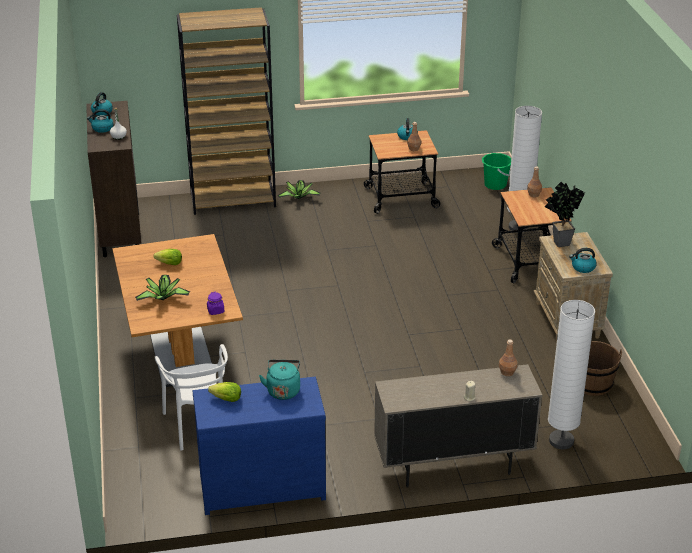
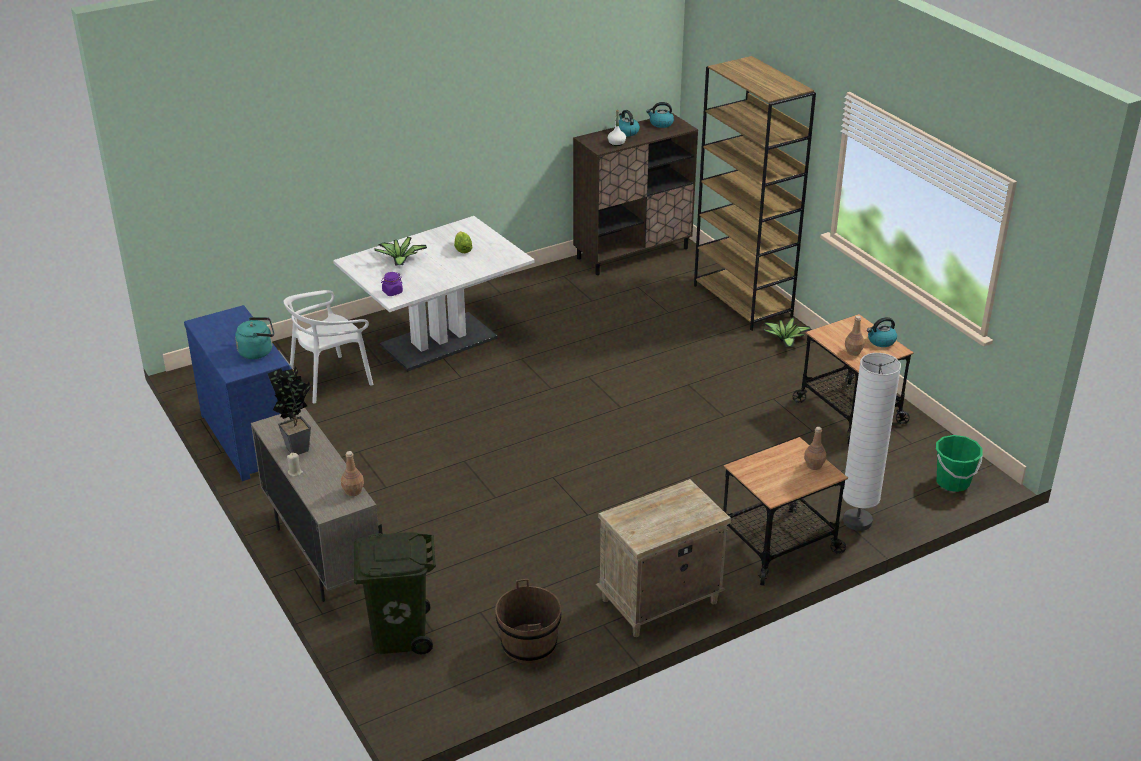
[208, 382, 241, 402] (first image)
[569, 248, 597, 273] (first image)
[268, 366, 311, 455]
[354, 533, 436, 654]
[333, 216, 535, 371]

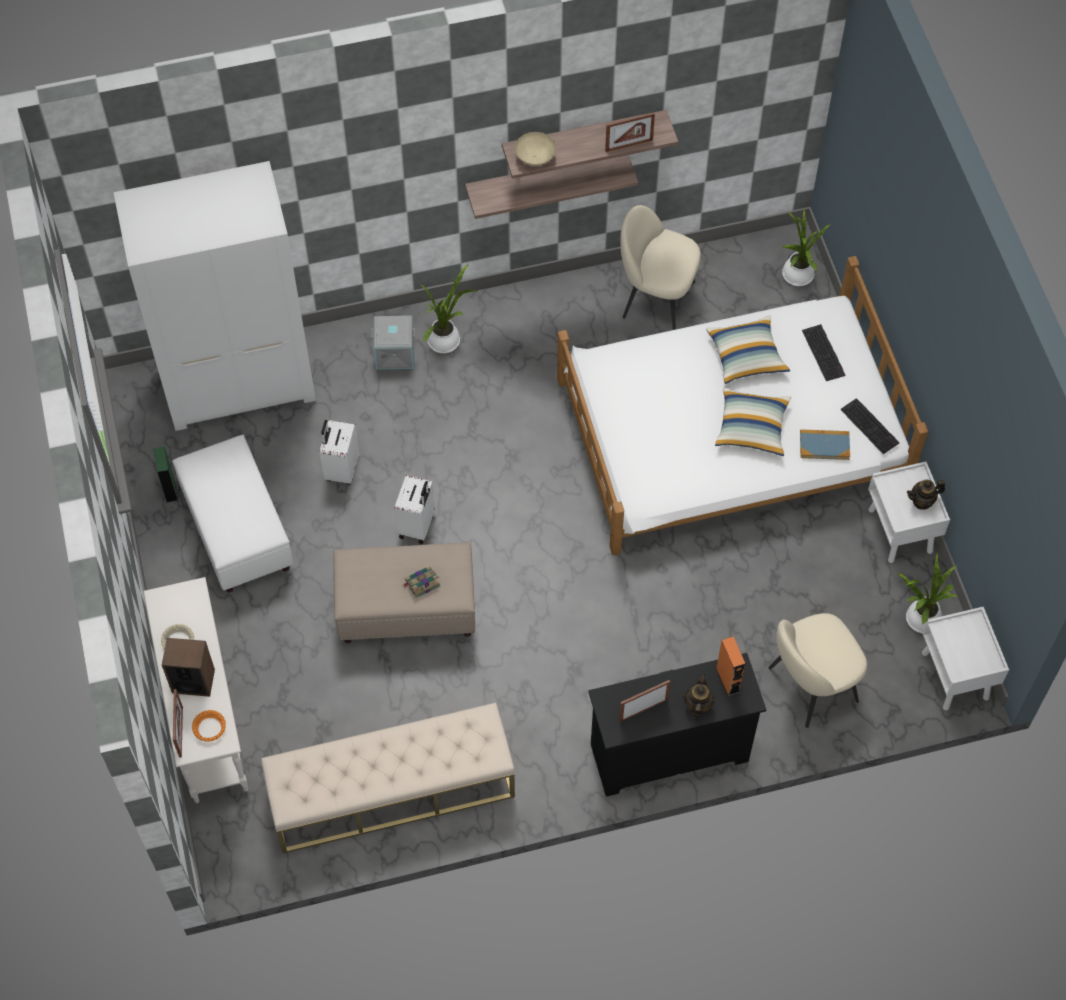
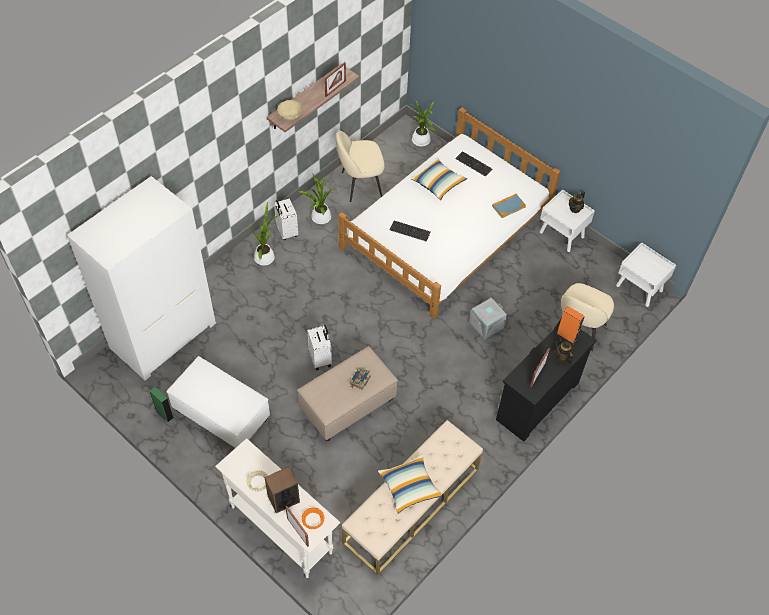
[465, 155, 638, 219] (first image)
[274, 198, 298, 240]
[469, 297, 507, 340]
[378, 454, 443, 514]
[390, 221, 431, 242]
[298, 173, 334, 224]

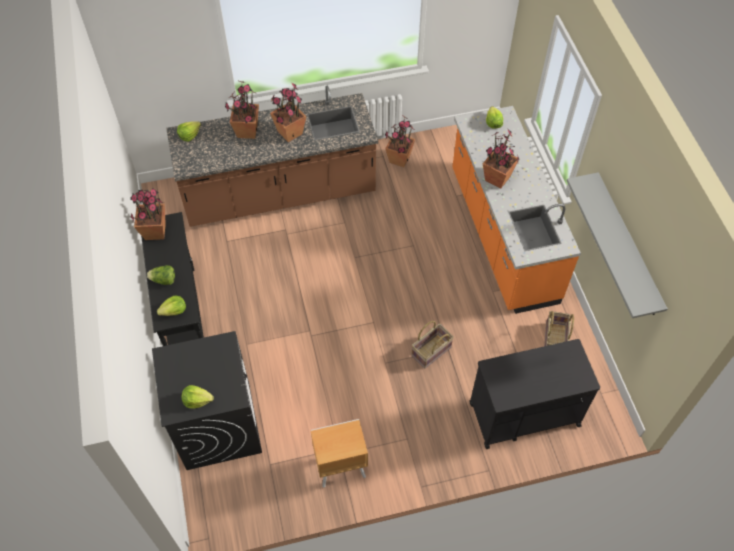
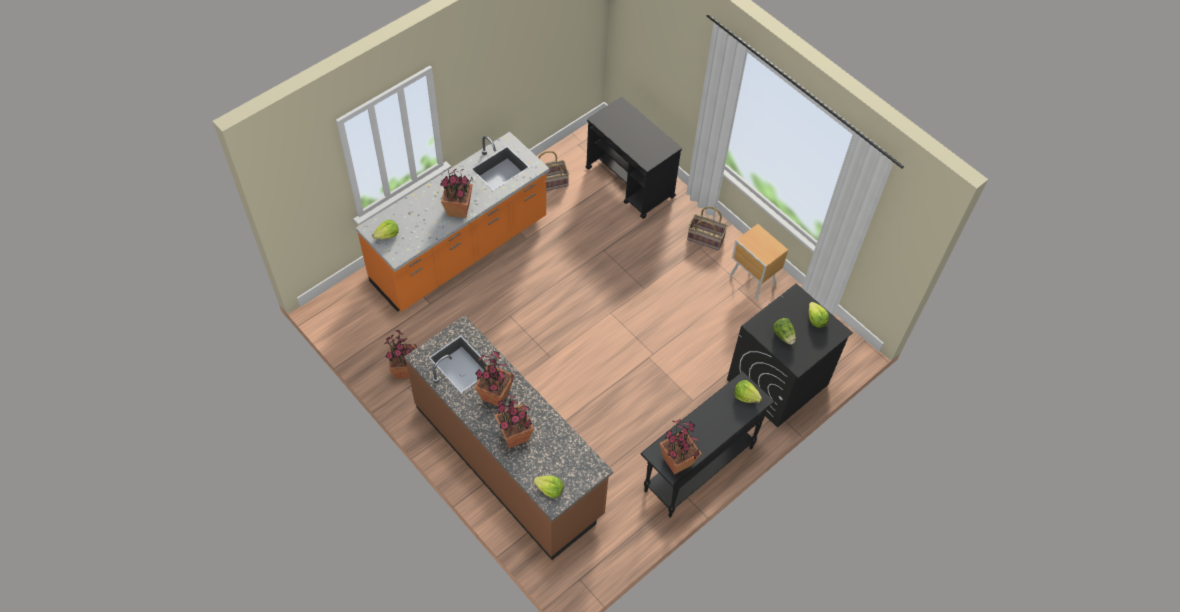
[567, 172, 668, 318] (first image)
[773, 318, 796, 345]
[687, 207, 728, 250]

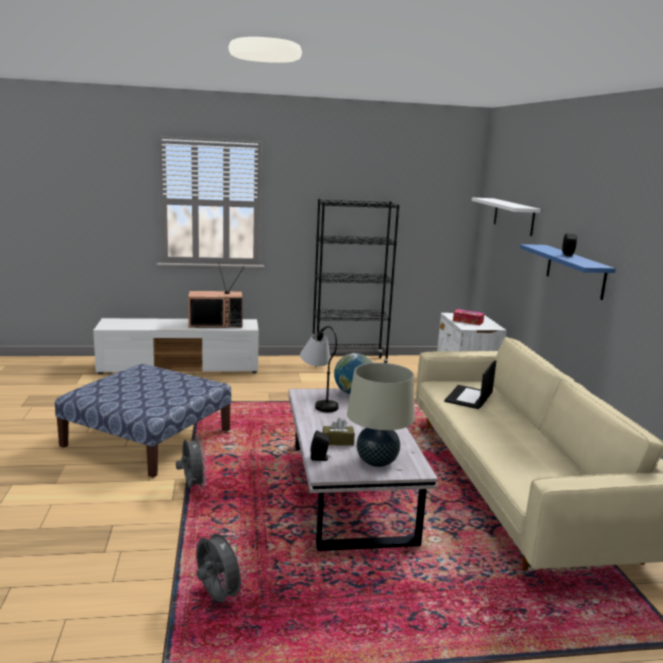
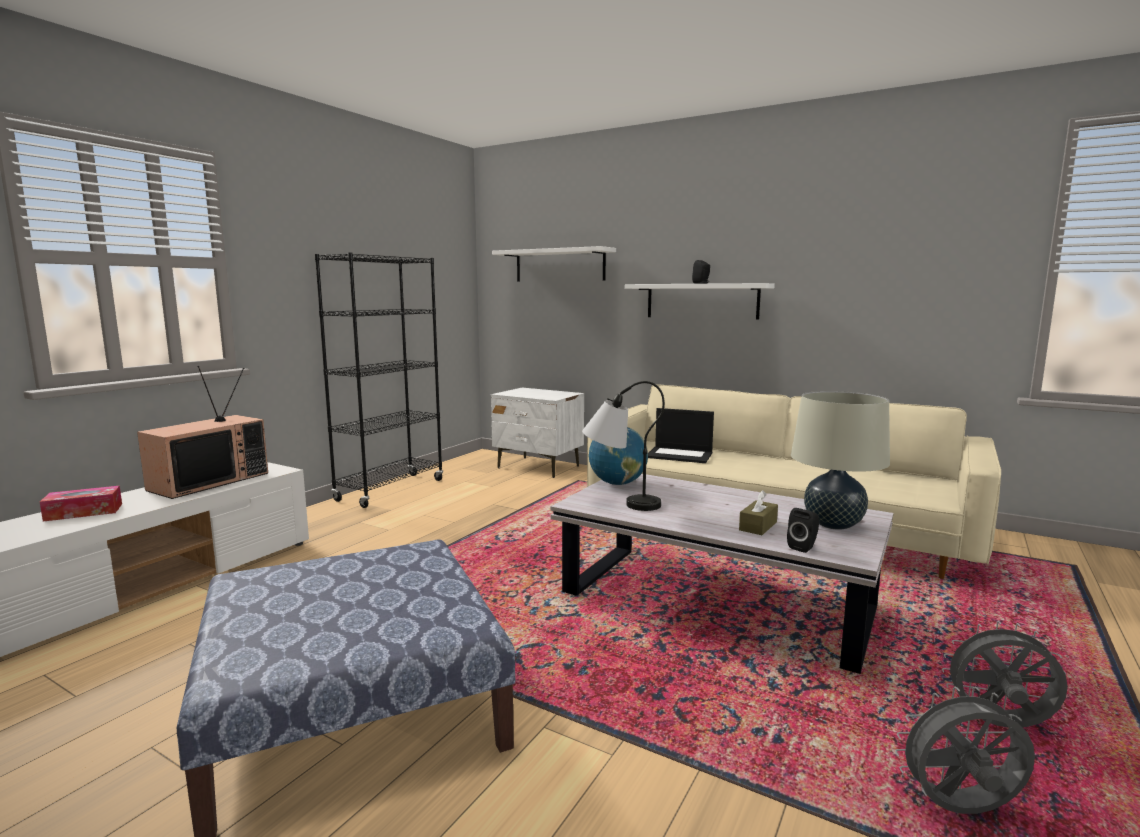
[942, 621, 1068, 727]
[40, 485, 122, 522]
[625, 283, 775, 319]
[648, 408, 714, 463]

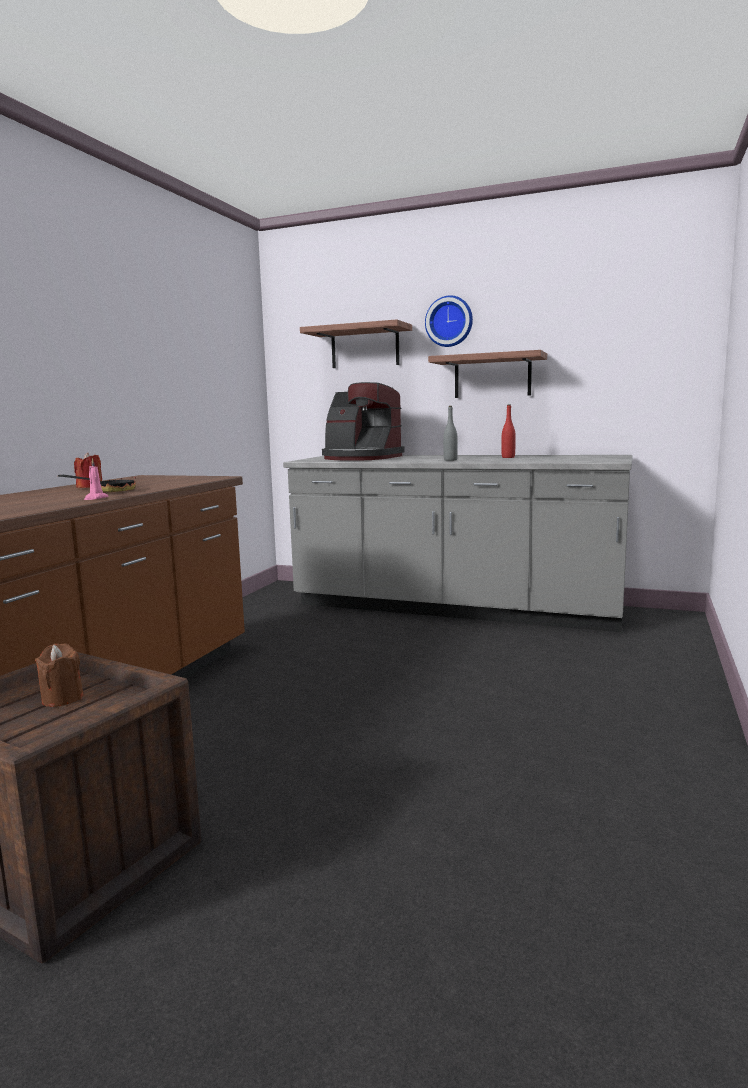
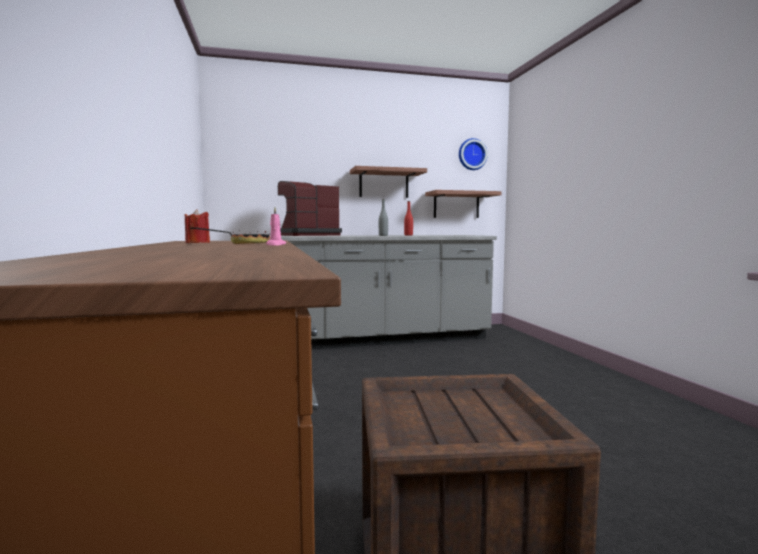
[35, 644, 83, 707] (first image)
[425, 190, 502, 218]
[459, 138, 488, 170]
[278, 181, 342, 236]

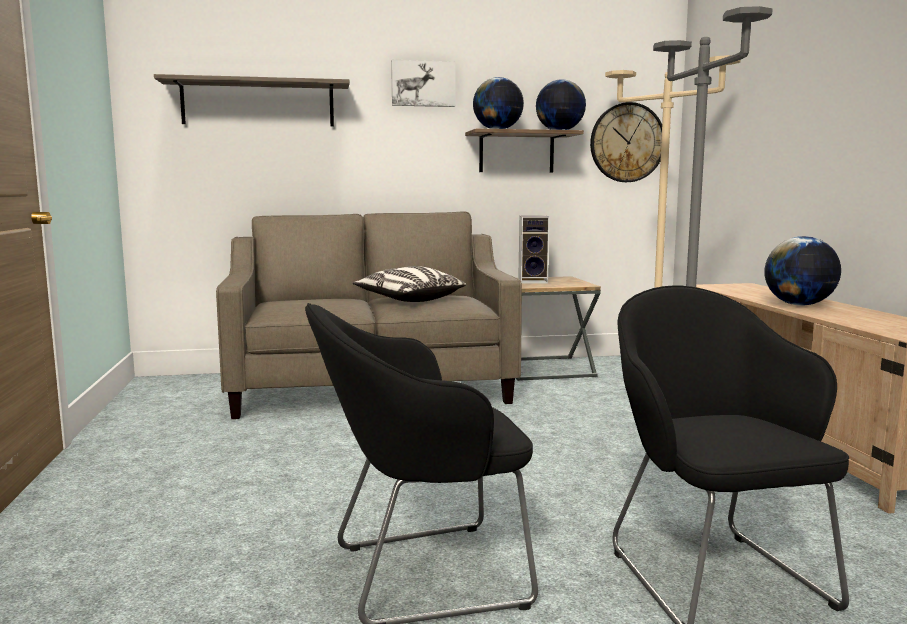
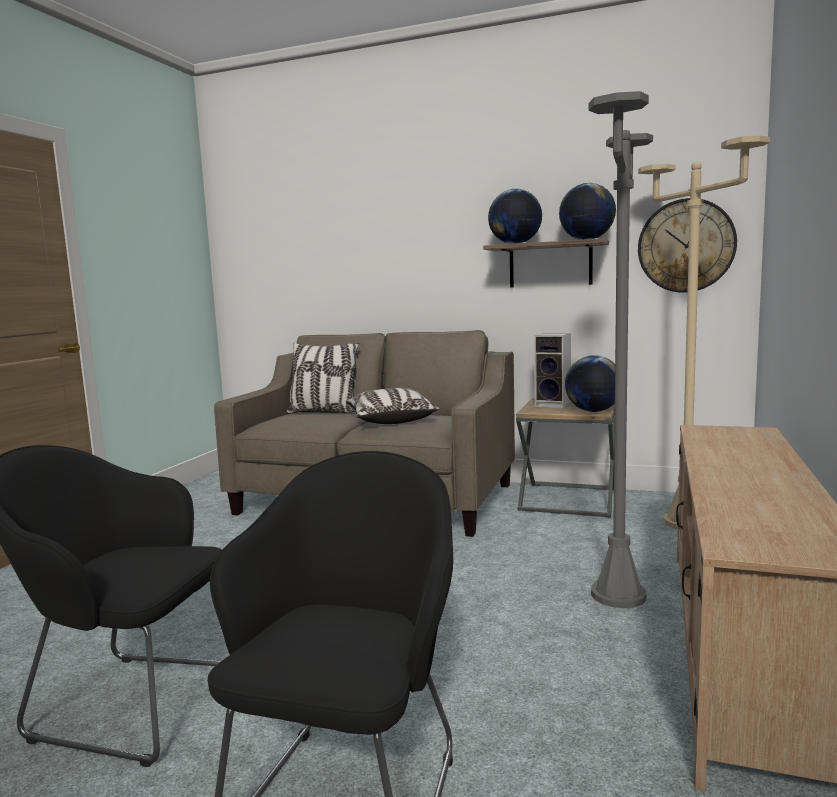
[154, 74, 350, 126] (first image)
[391, 60, 455, 107] (first image)
[286, 343, 359, 414]
[565, 355, 615, 412]

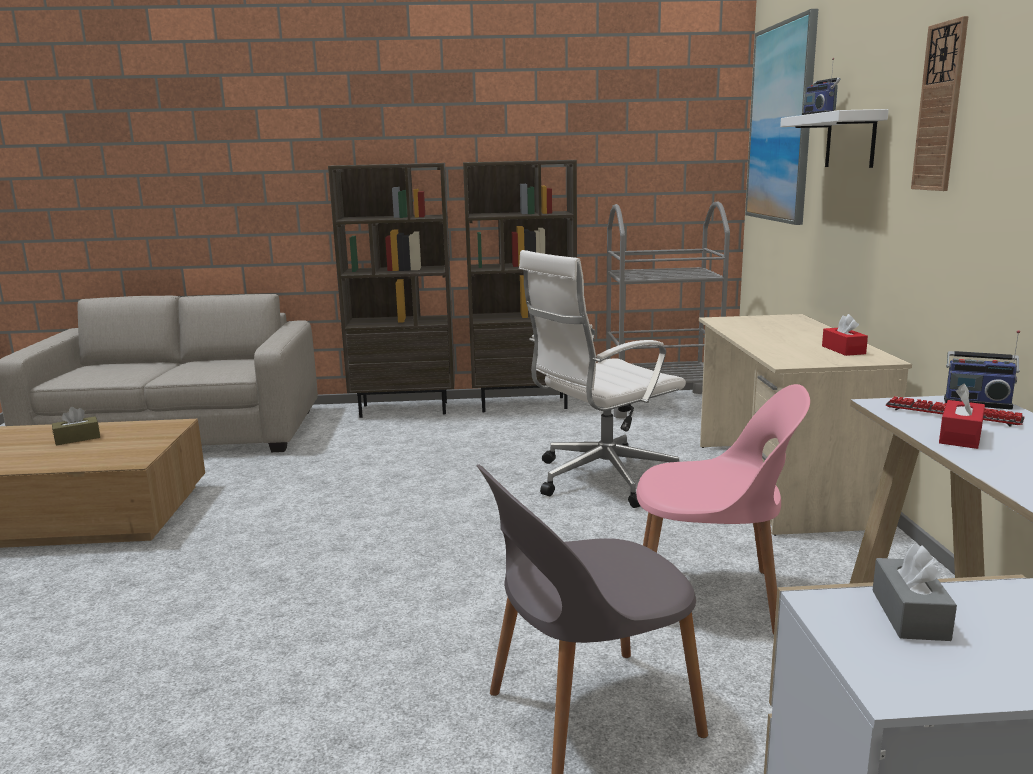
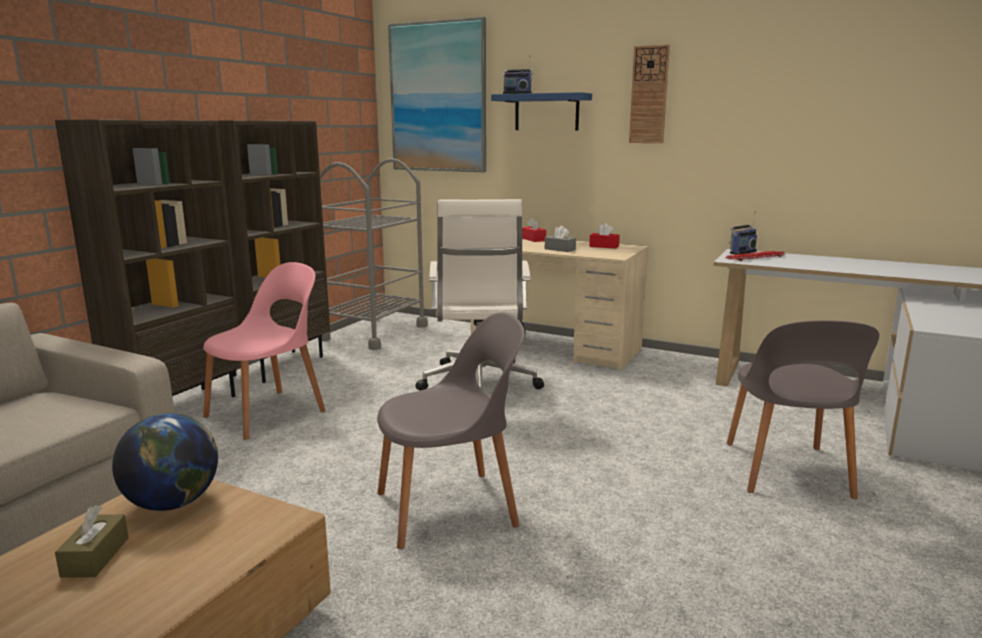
[112, 413, 218, 511]
[377, 313, 525, 549]
[203, 262, 326, 440]
[545, 226, 576, 252]
[522, 218, 546, 242]
[491, 92, 592, 131]

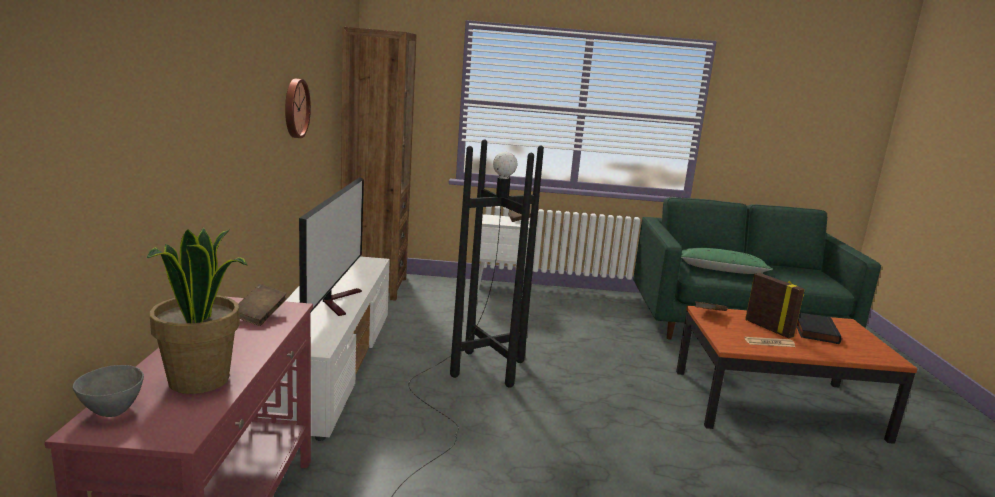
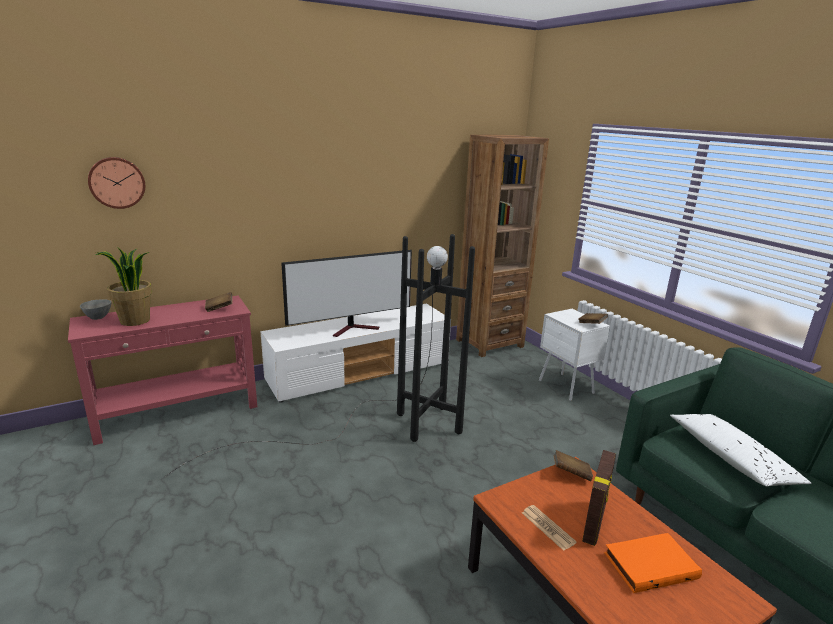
[88, 157, 145, 209]
[670, 414, 811, 486]
[604, 533, 702, 593]

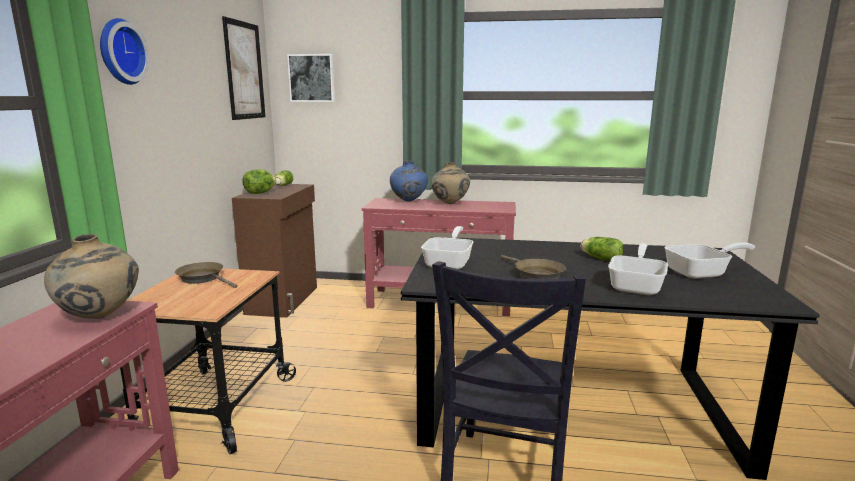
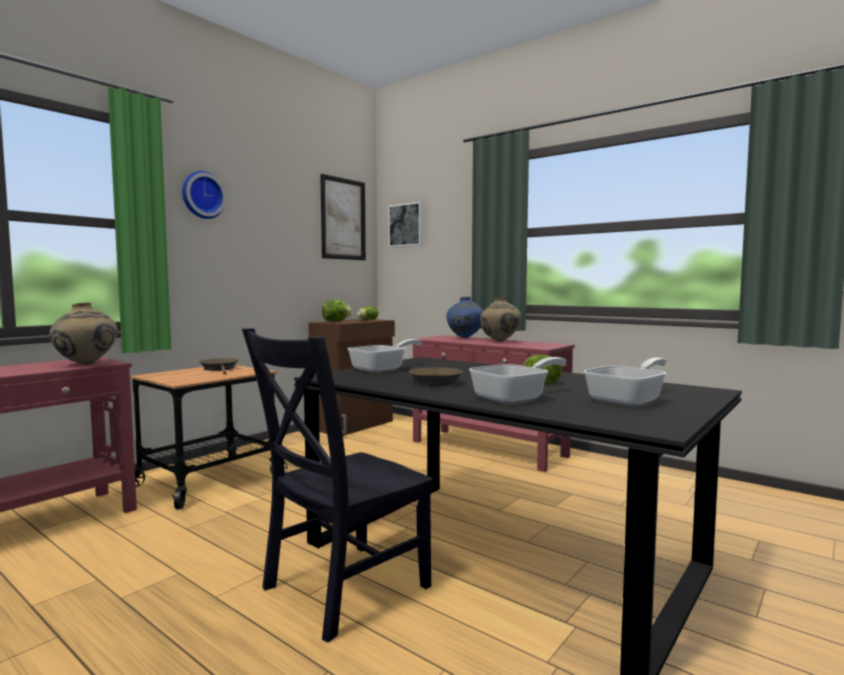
[584, 358, 667, 407]

